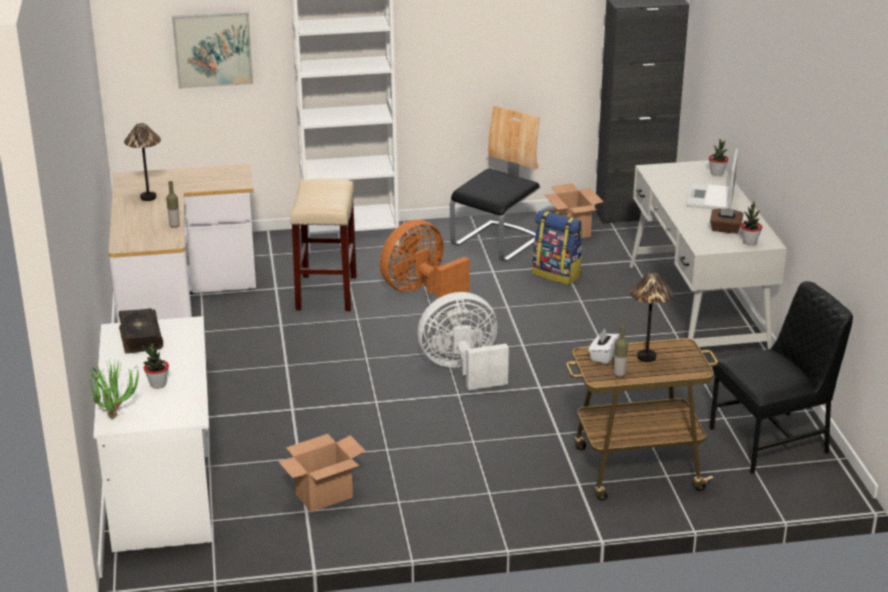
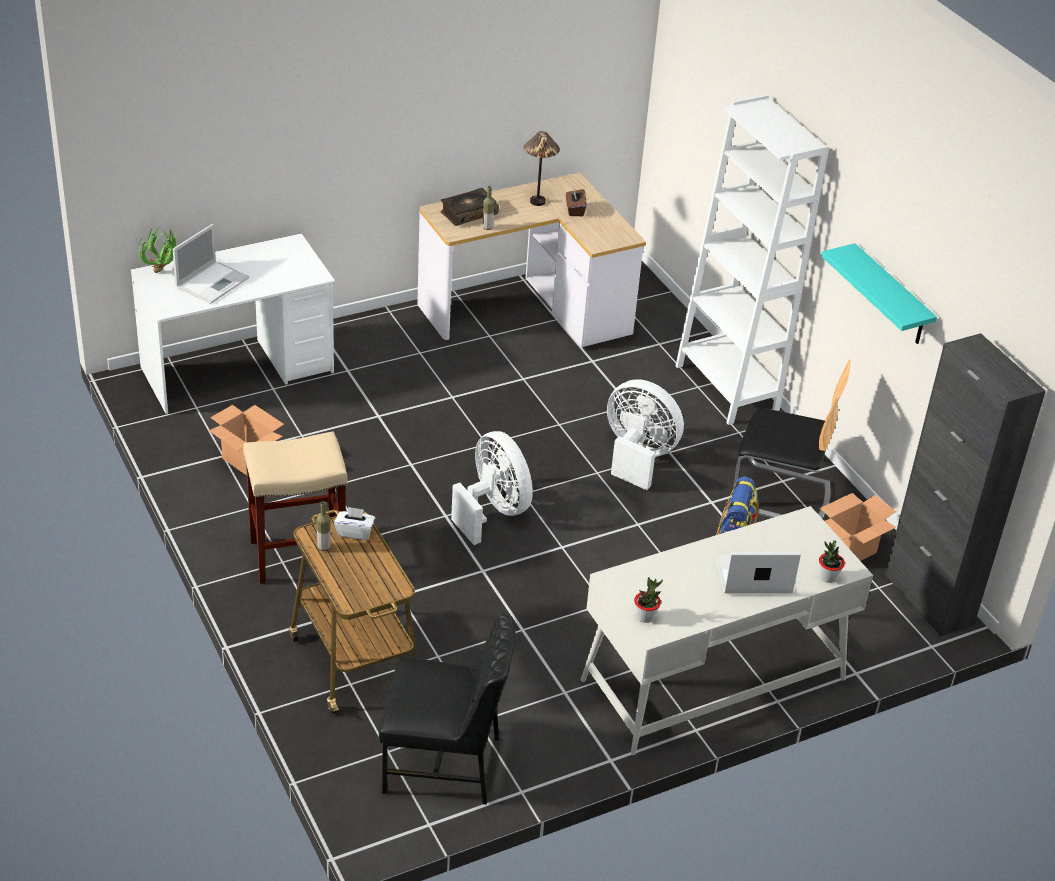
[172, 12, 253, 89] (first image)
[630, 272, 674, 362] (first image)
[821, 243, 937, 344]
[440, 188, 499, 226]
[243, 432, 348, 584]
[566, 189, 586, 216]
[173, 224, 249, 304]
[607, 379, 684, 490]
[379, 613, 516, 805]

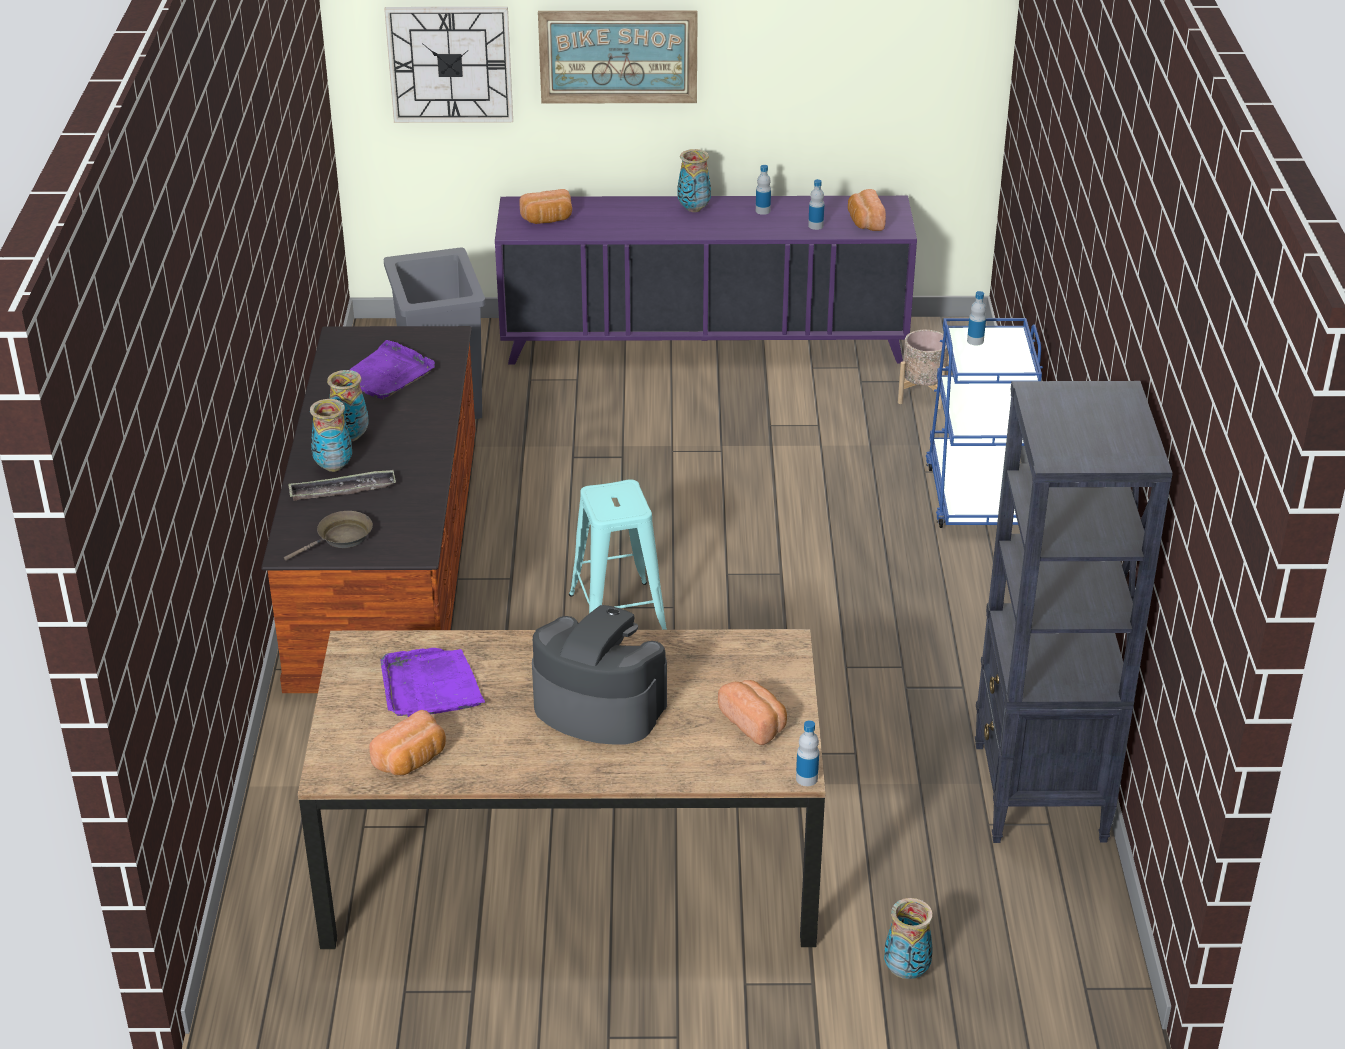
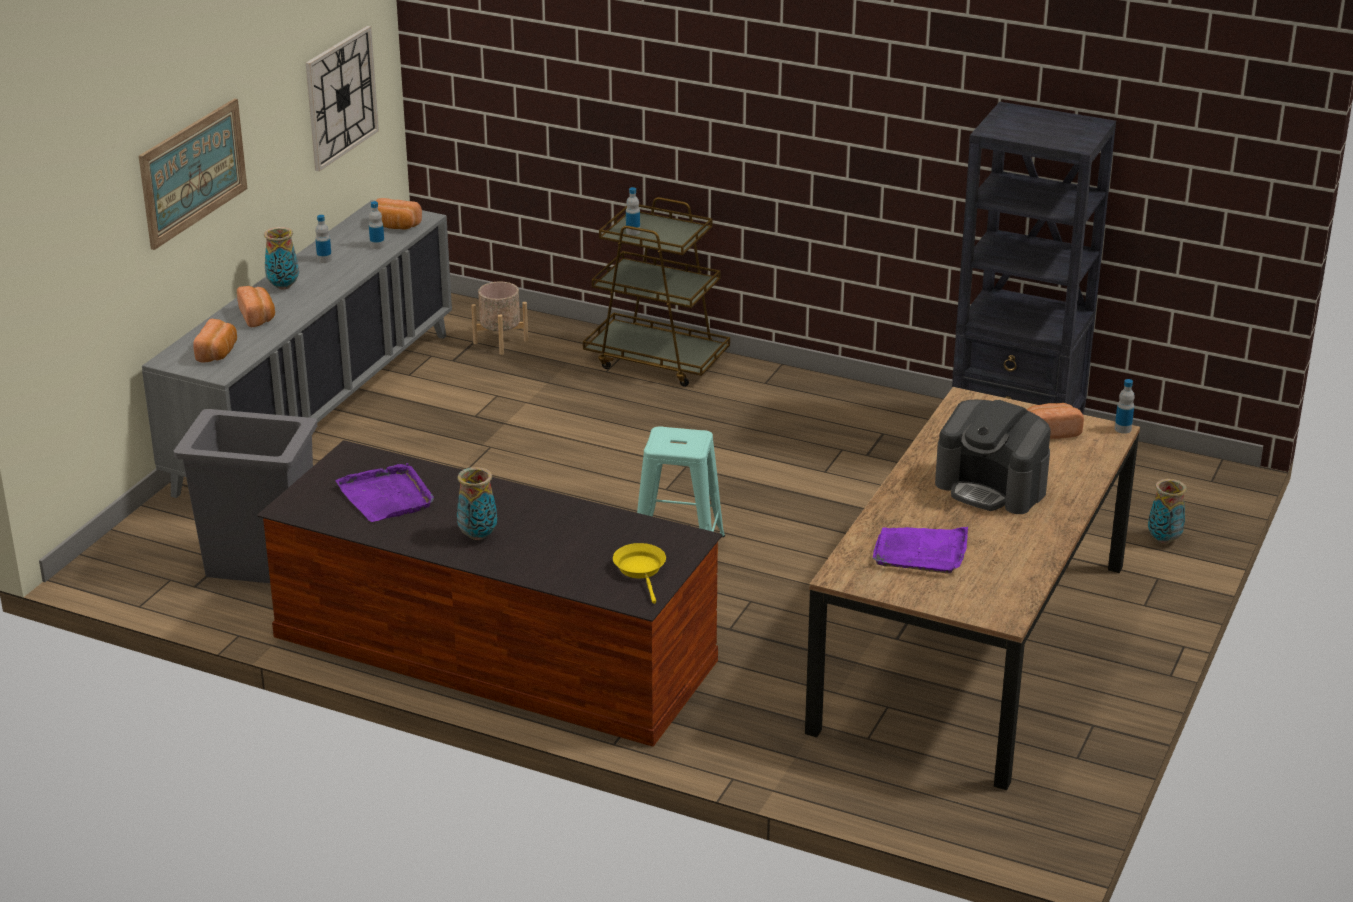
[288, 470, 396, 501] (first image)
[310, 399, 352, 472] (first image)
[237, 286, 275, 327]
[306, 26, 379, 171]
[613, 543, 666, 604]
[142, 200, 452, 498]
[583, 197, 730, 387]
[935, 400, 1051, 514]

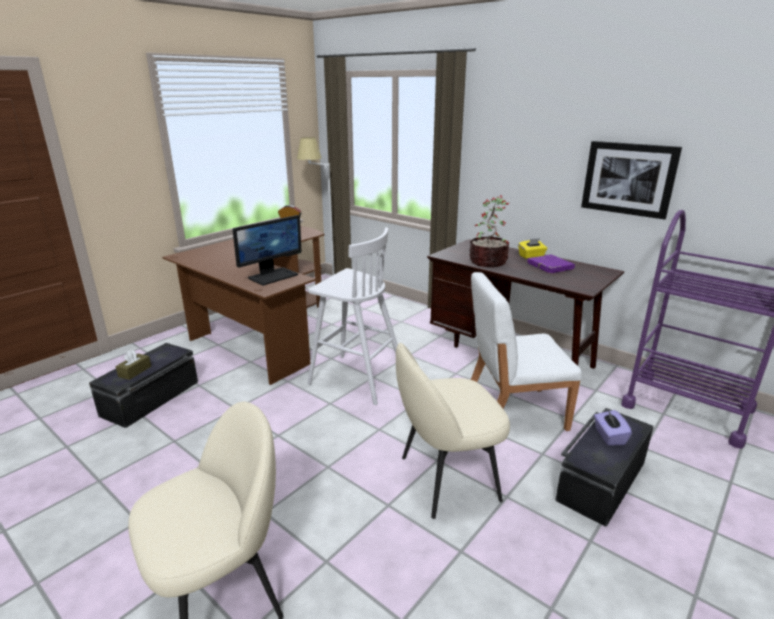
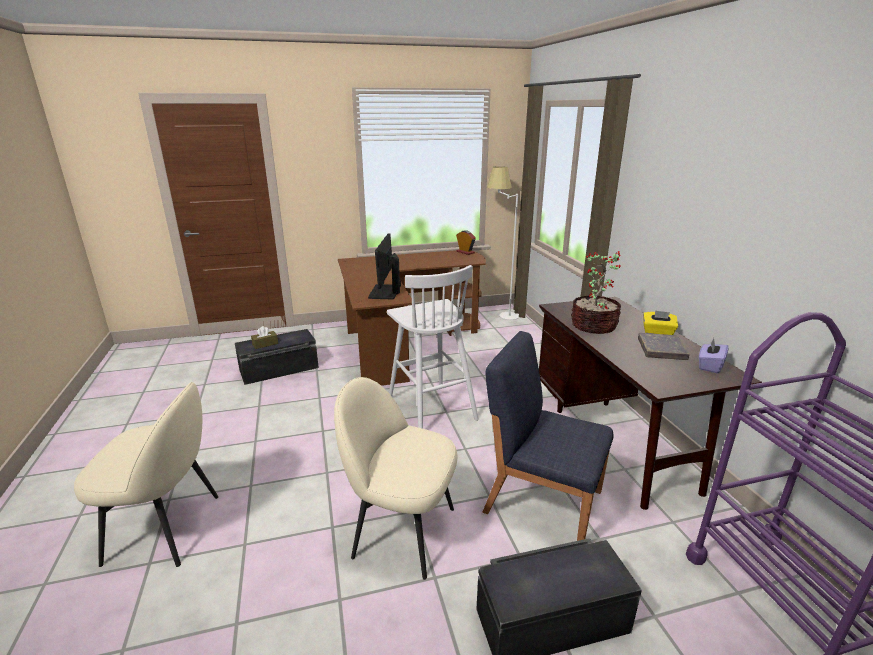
[581, 141, 682, 220] (first image)
[699, 338, 729, 374]
[483, 331, 613, 541]
[638, 333, 690, 360]
[368, 234, 401, 299]

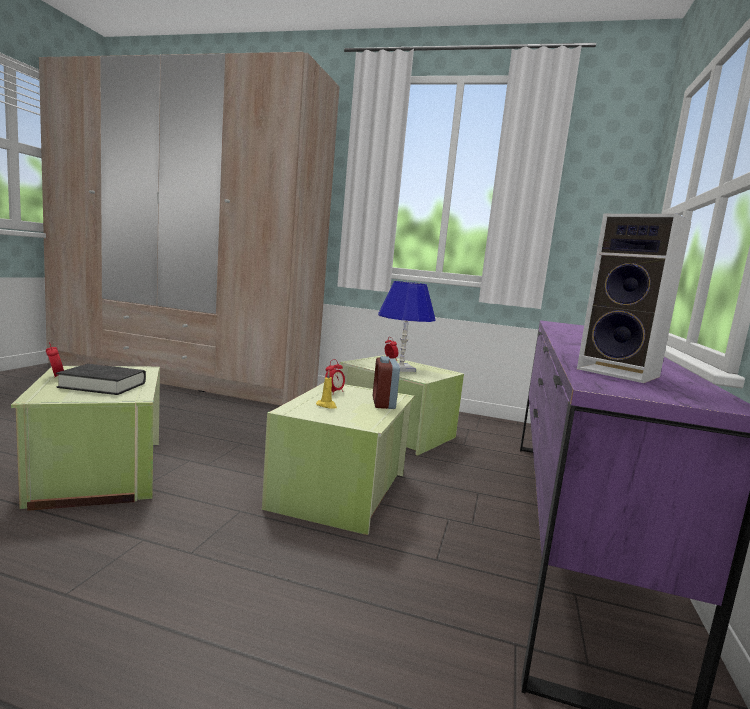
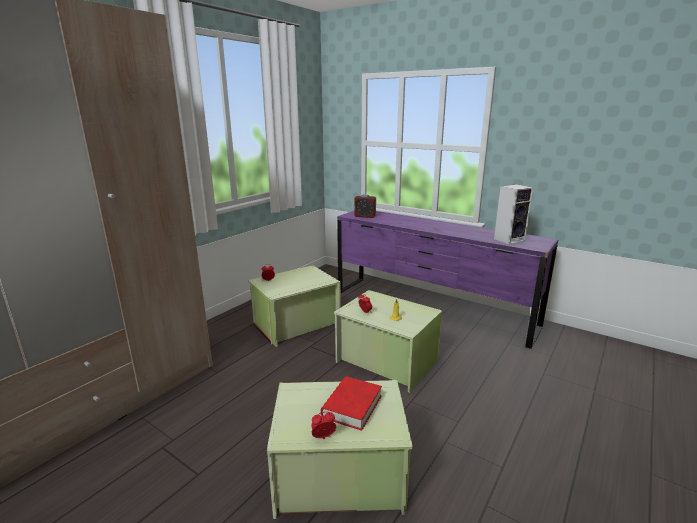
[378, 281, 436, 372] (first image)
[354, 194, 376, 218]
[321, 376, 382, 431]

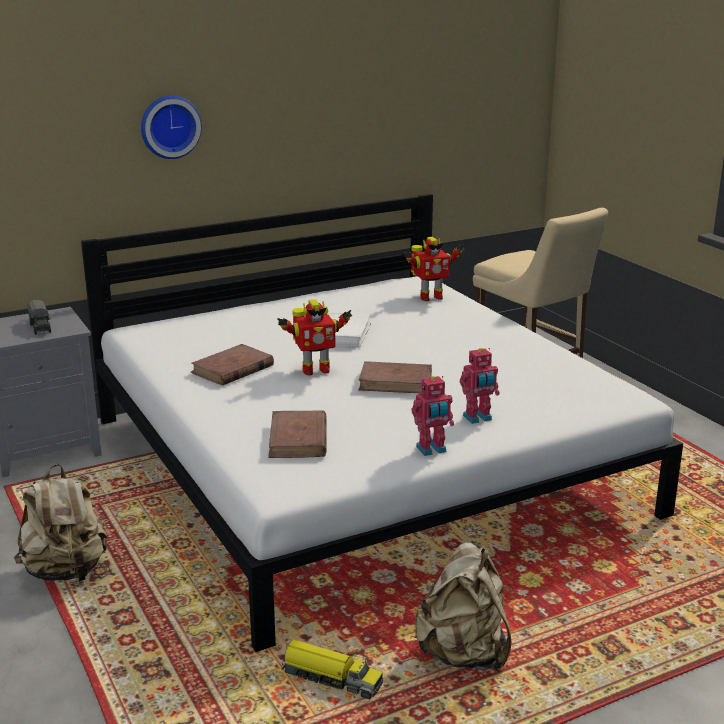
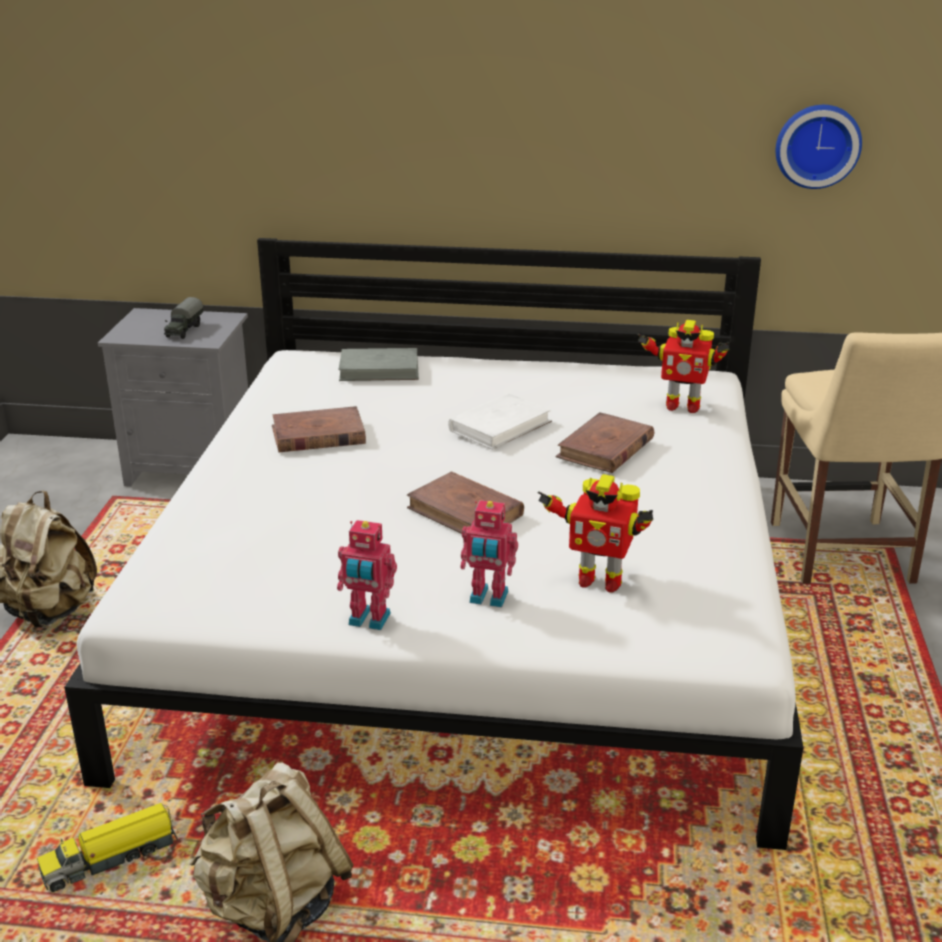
[338, 348, 419, 381]
[776, 105, 862, 189]
[556, 412, 654, 473]
[538, 474, 653, 592]
[37, 803, 178, 892]

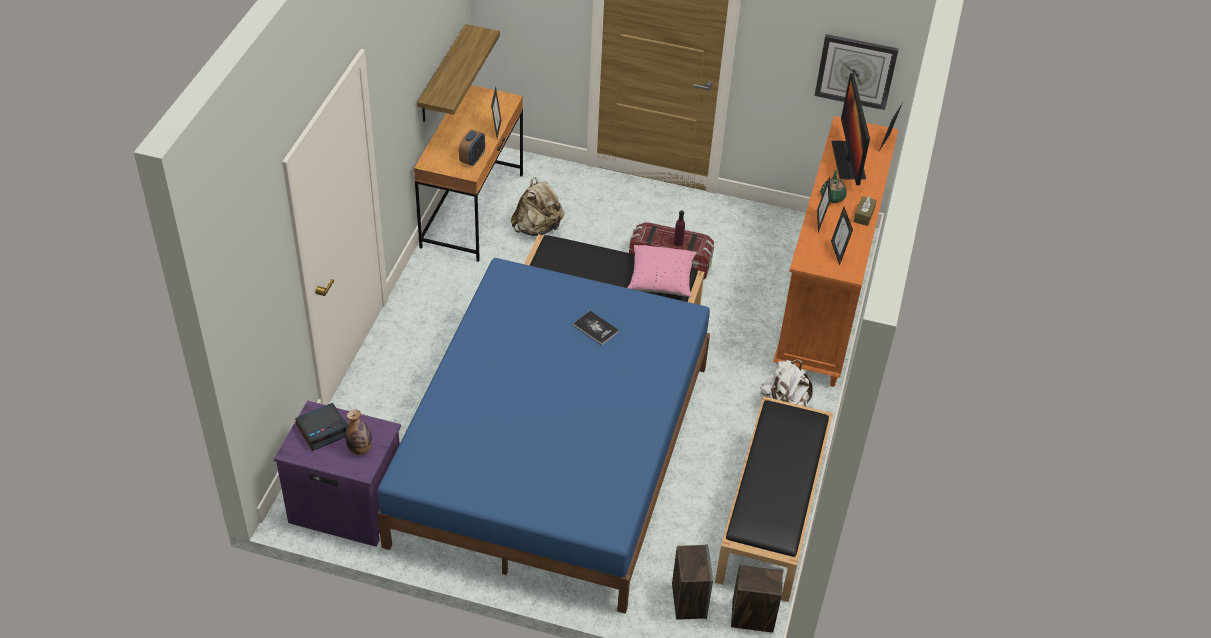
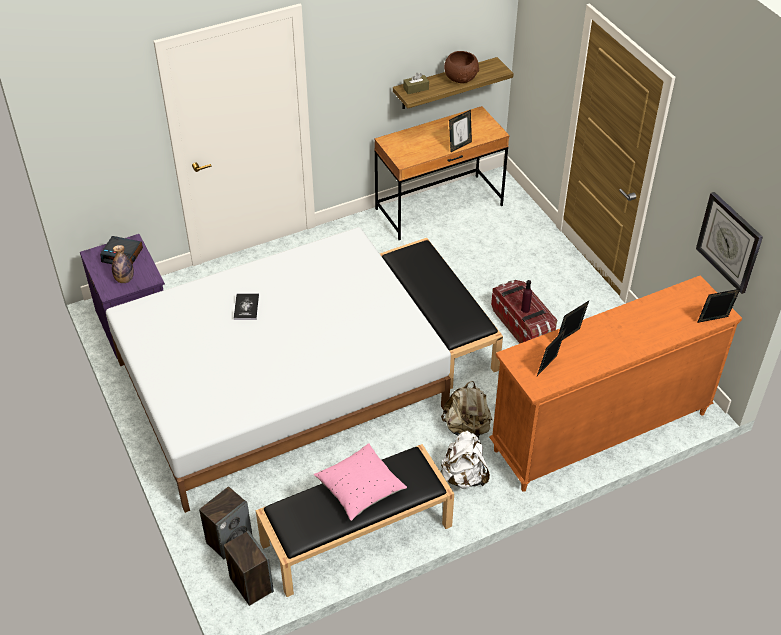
[459, 130, 485, 166] (first image)
[820, 170, 847, 203] (first image)
[832, 73, 870, 185] (first image)
[444, 51, 479, 83]
[441, 381, 493, 439]
[234, 293, 259, 320]
[314, 443, 407, 521]
[403, 73, 429, 94]
[106, 227, 451, 513]

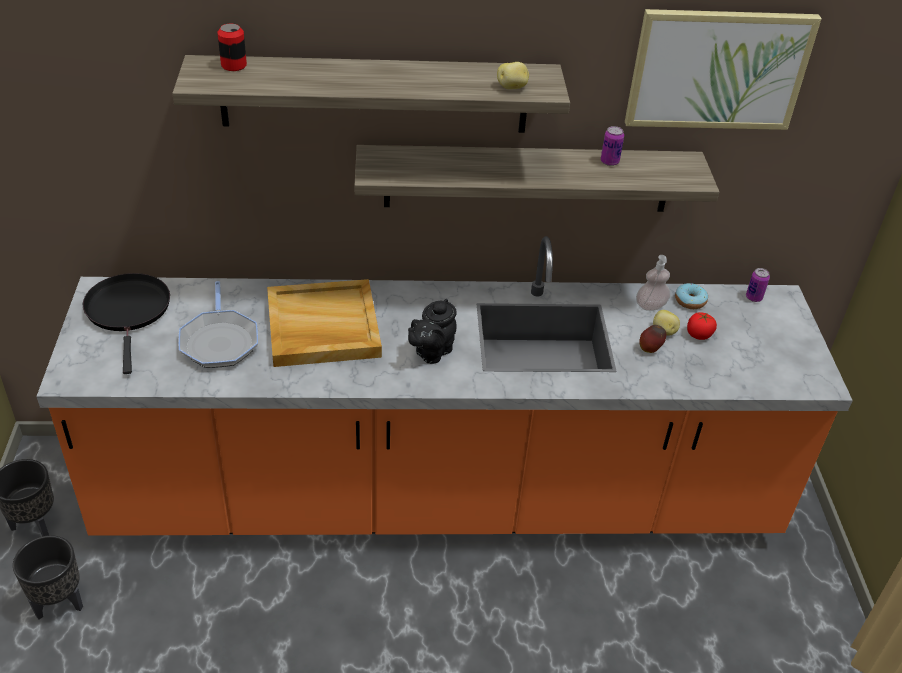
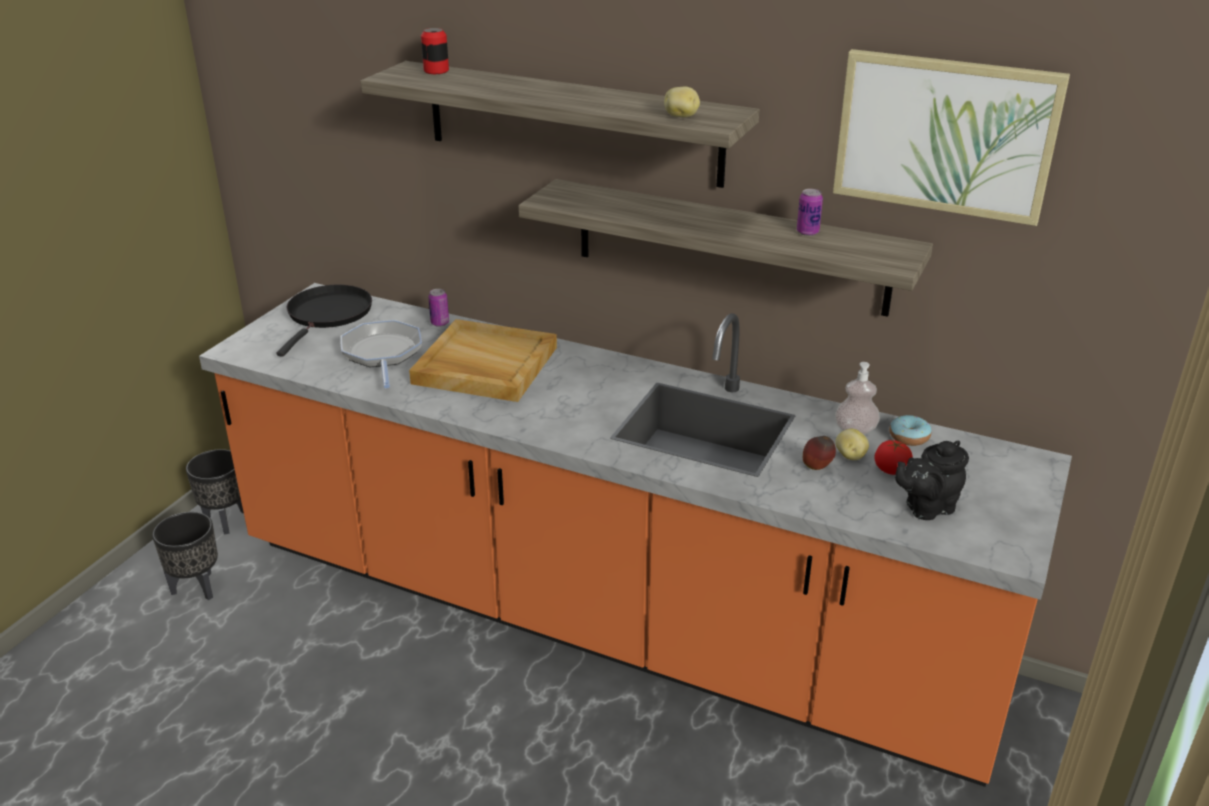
[895, 440, 969, 520]
[428, 289, 449, 327]
[340, 320, 422, 388]

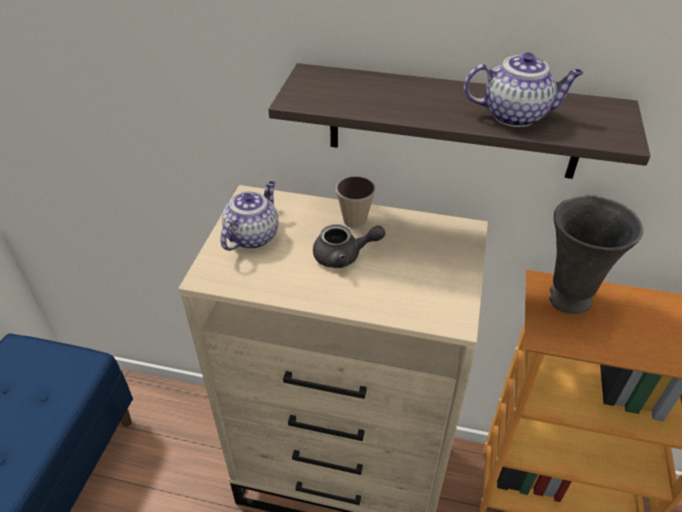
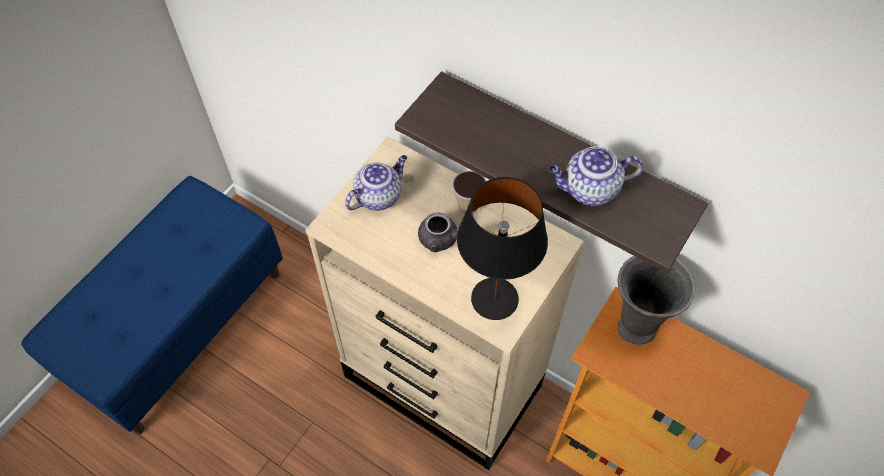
[457, 177, 548, 320]
[549, 146, 643, 206]

